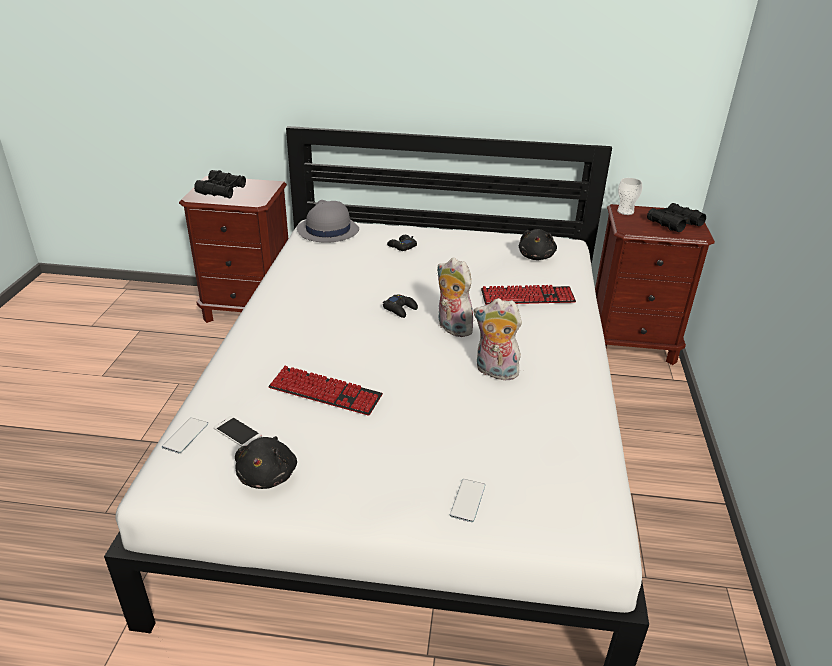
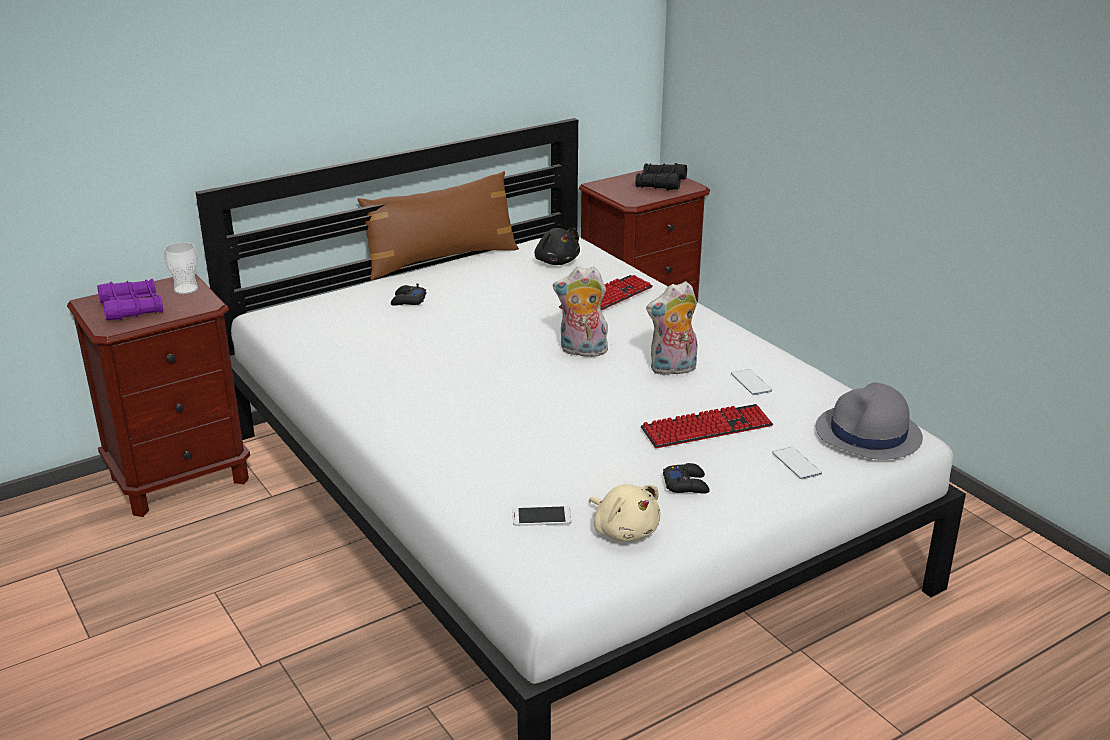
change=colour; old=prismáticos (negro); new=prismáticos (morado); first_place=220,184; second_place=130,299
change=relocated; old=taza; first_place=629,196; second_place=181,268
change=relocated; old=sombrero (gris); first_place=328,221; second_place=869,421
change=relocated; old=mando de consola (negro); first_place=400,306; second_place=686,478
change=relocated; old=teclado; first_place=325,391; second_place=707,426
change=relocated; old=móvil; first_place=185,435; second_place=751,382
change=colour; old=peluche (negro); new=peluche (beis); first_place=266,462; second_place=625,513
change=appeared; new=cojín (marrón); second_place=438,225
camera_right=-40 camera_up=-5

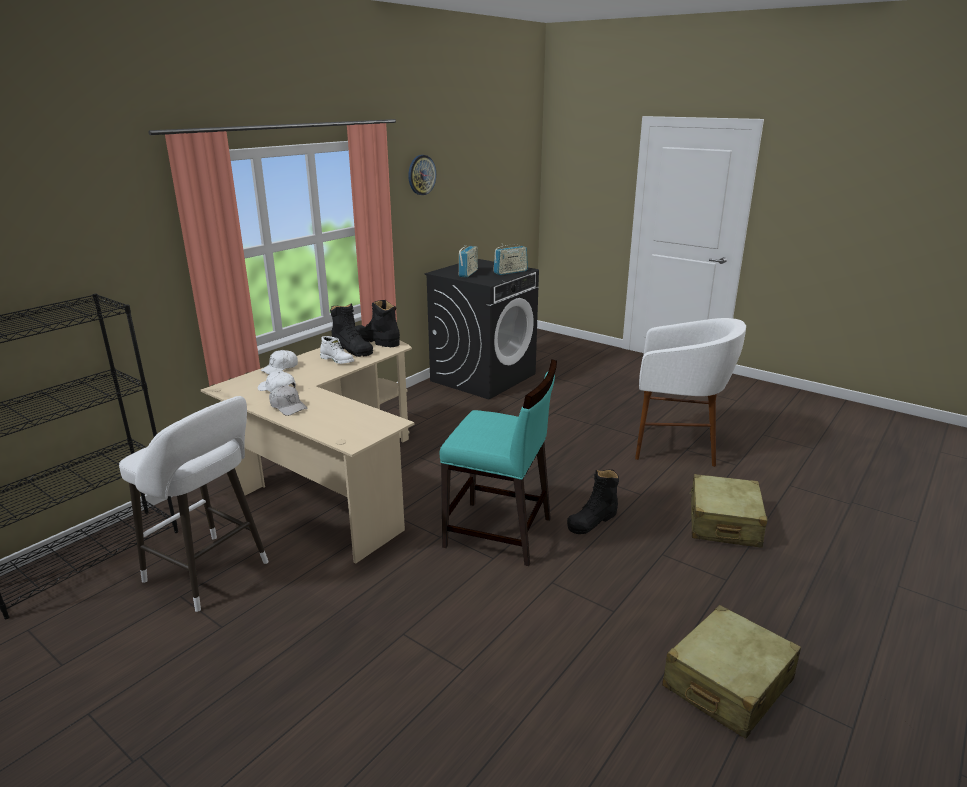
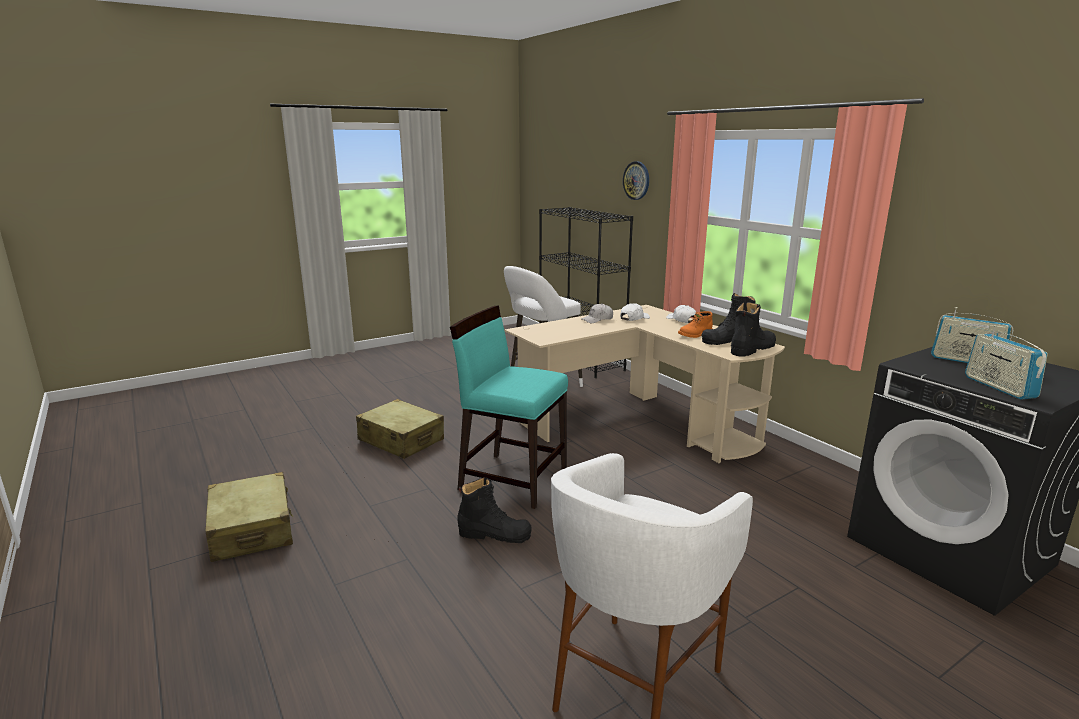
change=relocated; old=reloj de pared; first_place=422,175; second_place=636,180
change=colour; old=bota (blanco); new=bota (naranja); first_place=337,350; second_place=695,324
change=spun; old=silla (turquesa); first_place=498,462; second_place=509,407; degrees=75
change=spun; old=bota (negro); first_place=593,501; second_place=494,510; degrees=120
change=relocated; old=maleta (beis); first_place=728,511; second_place=400,429
camera_right=110 camera_up=-5

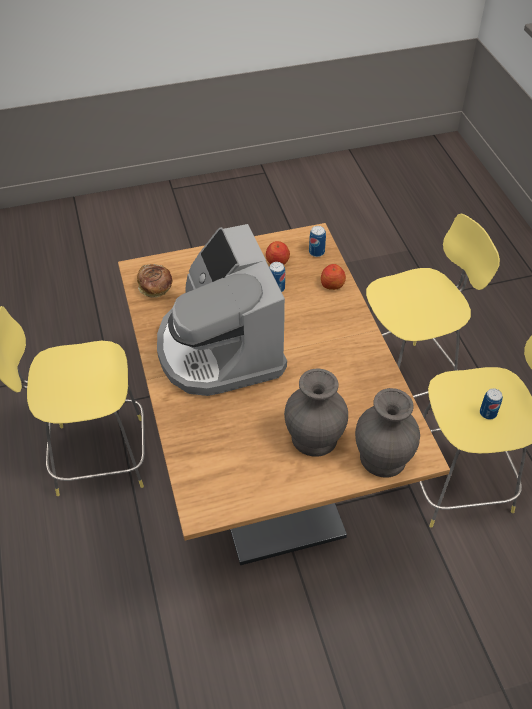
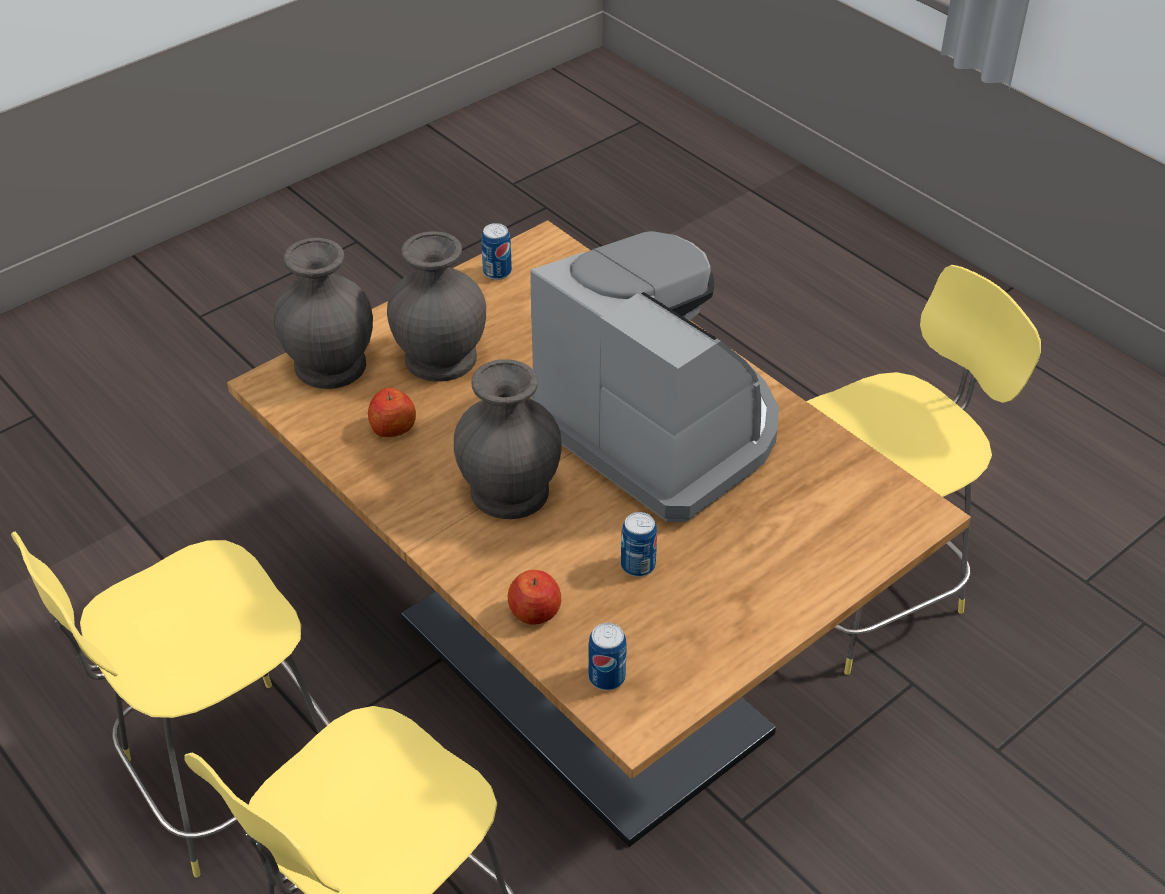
change=relocated; old=manzana; first_place=278,253; second_place=392,412
change=missing; old=pan; first_place=155,280
change=relocated; old=lata; first_place=491,404; second_place=496,251
change=appeared; new=florero (gris); second_place=508,439
camera_right=155 camera_up=-5

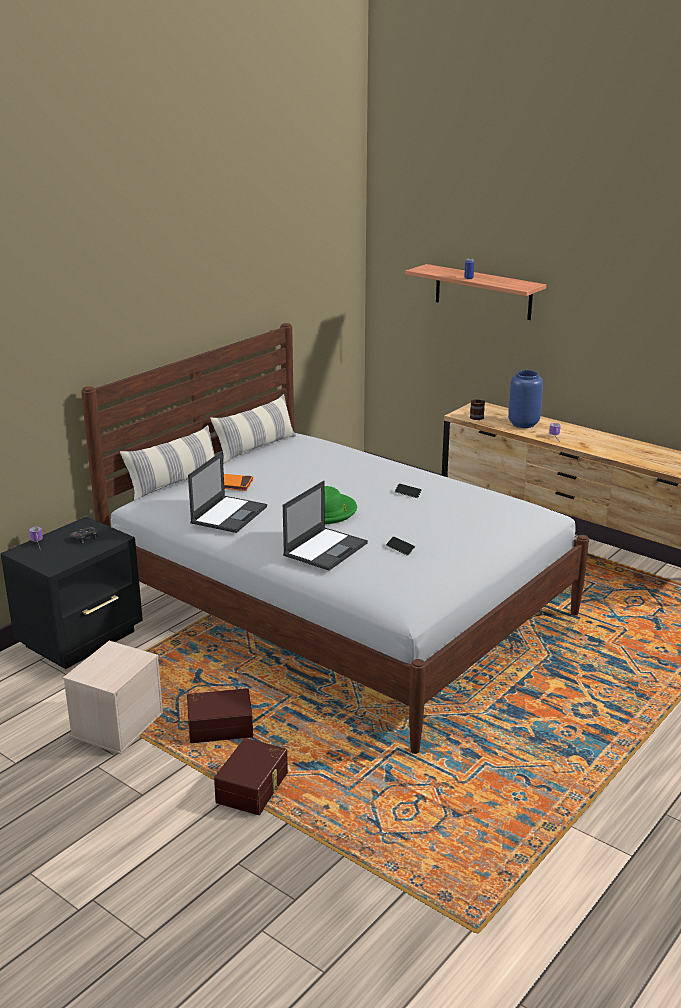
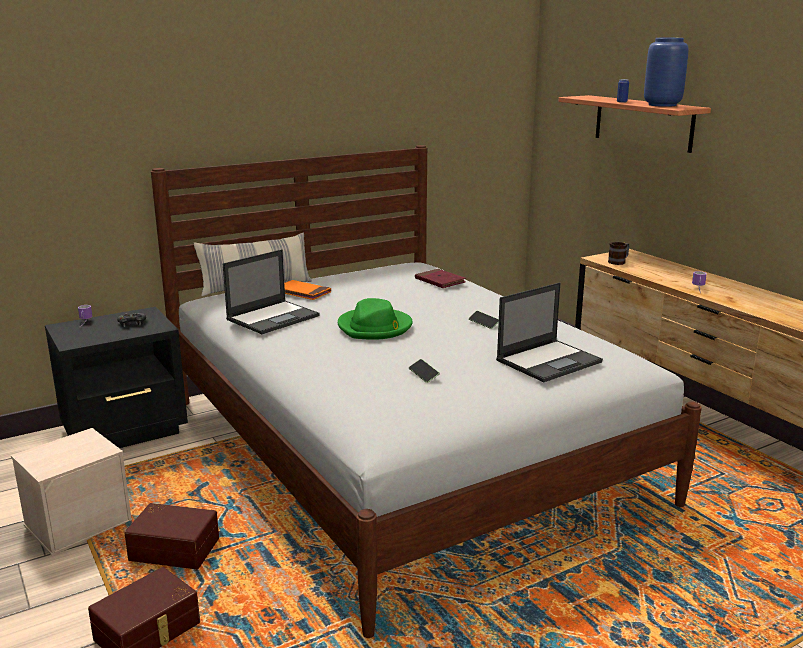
change=relocated; old=florero (azul); first_place=525,399; second_place=666,72
change=missing; old=cojín; first_place=253,429
change=relocated; old=portátil; first_place=325,526; second_place=549,332
change=appeared; new=libro (rojo); second_place=440,278
camera_right=20 camera_up=-5

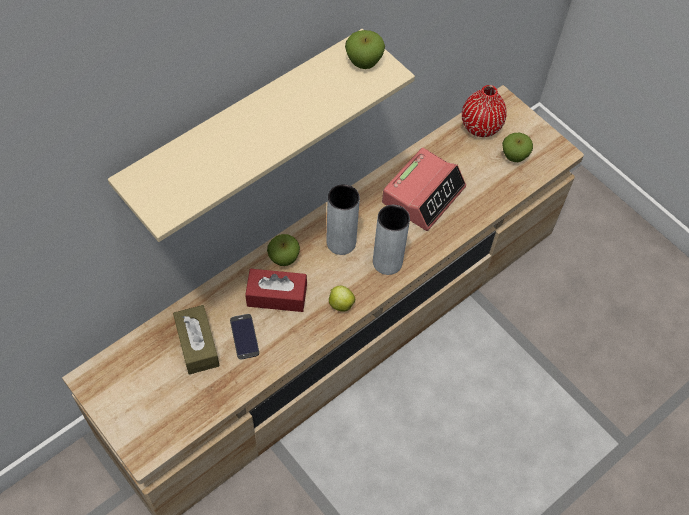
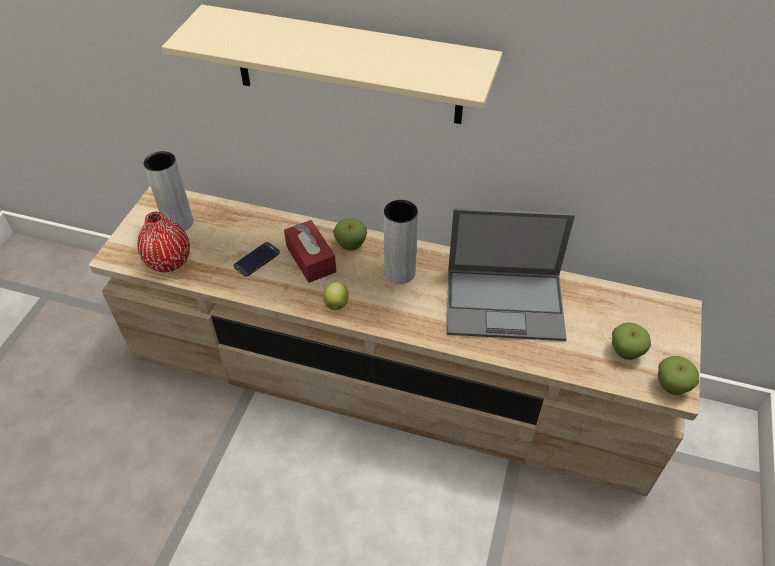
change=relocated; old=manzana; first_place=365,49; second_place=678,375
change=relocated; old=florero (rojo); first_place=484,111; second_place=163,242
change=exchanged; old=despertador; new=portátil; first_place=424,189; second_place=511,274
change=relocated; old=florero (gris); first_place=391,240; second_place=168,191
change=missing; old=caja de pañuelos (marrón); first_place=196,340
camera_right=60 camera_up=-10

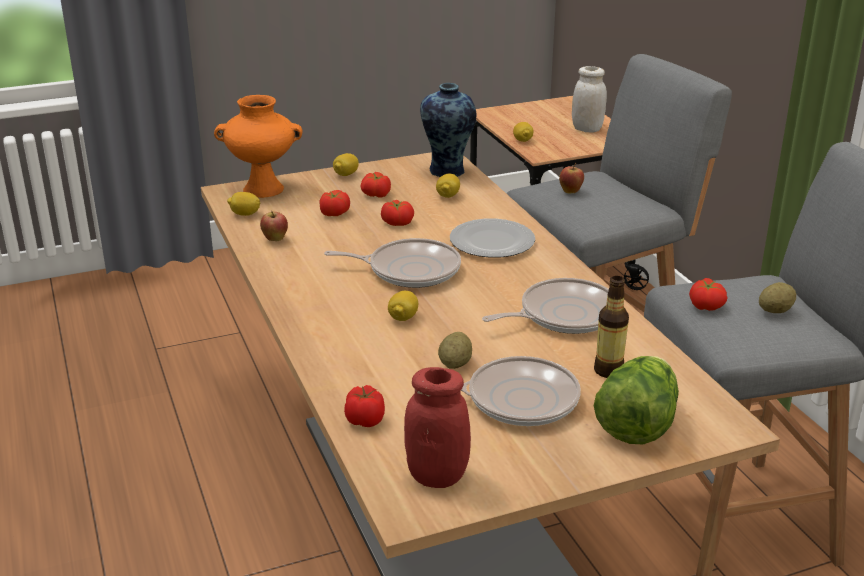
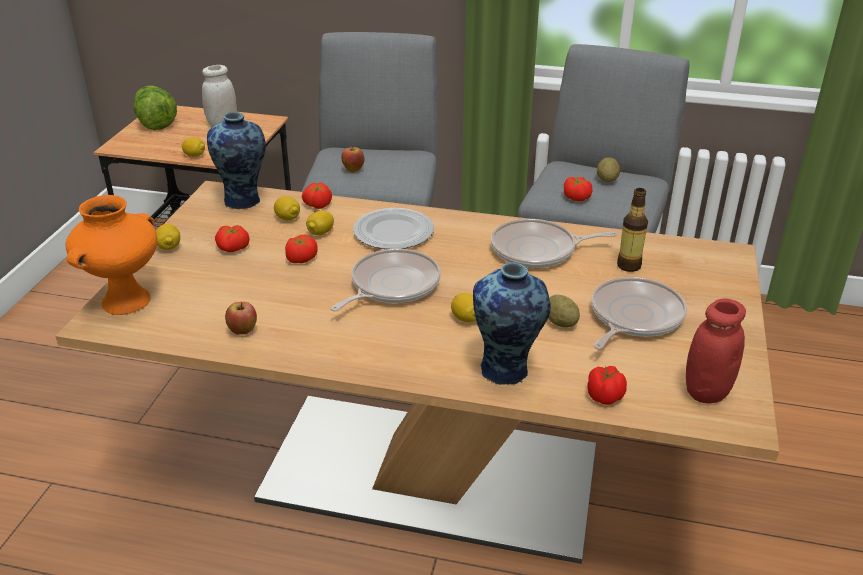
change=relocated; old=tomate; first_place=334,203; second_place=317,195
change=relocated; old=limón; first_place=244,204; second_place=320,223
change=spun; old=sartén; first_place=545,306; second_place=554,243; degrees=-105
change=relocated; old=lechuga; first_place=636,400; second_place=155,108
change=appeared; new=florero; second_place=512,324
camera_right=-55 camera_up=5

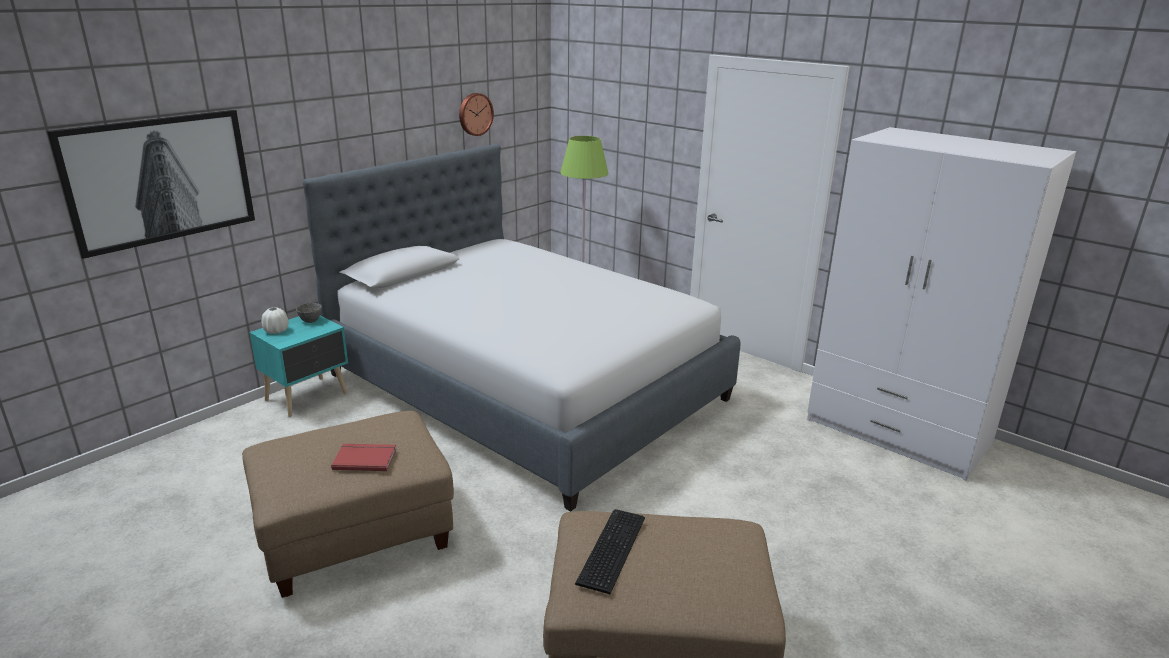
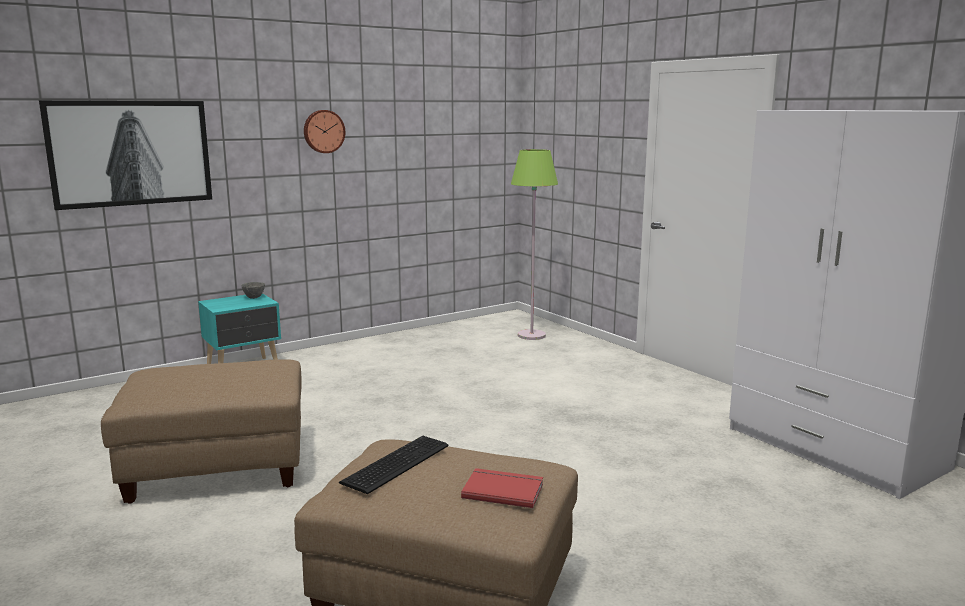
change=relocated; old=reloj de pared; first_place=476,114; second_place=324,131
change=missing; old=cama; first_place=522,328
change=missing; old=florero (blanco); first_place=275,320
change=relocated; old=libro (rojo); first_place=363,457; second_place=502,488
camera_right=15 camera_up=-10

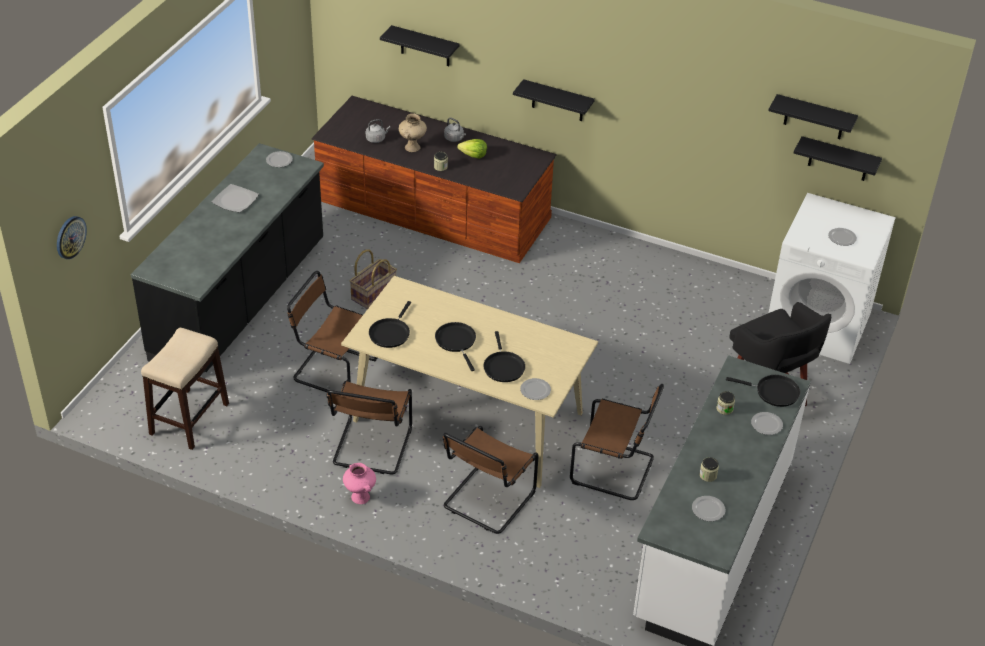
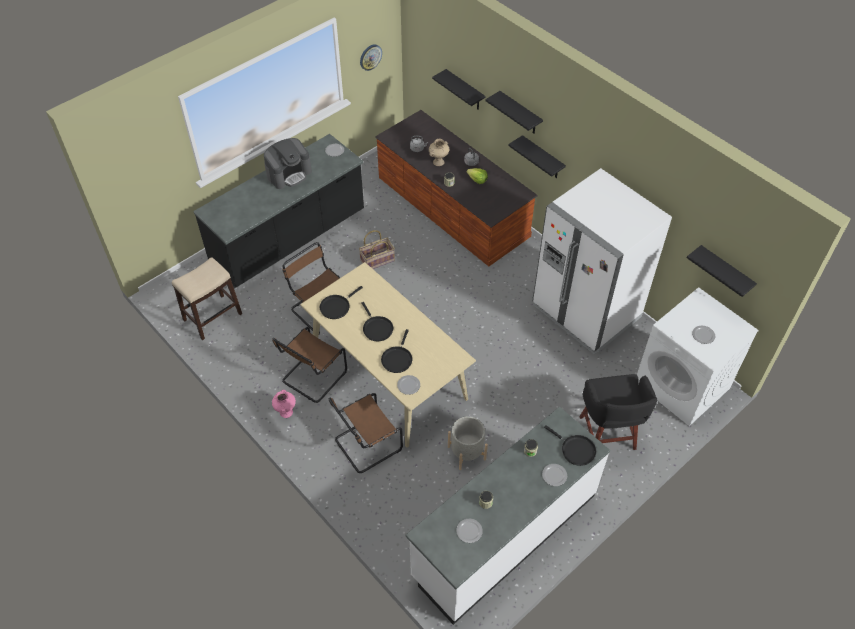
change=relocated; old=estante (negro); first_place=813,116; second_place=514,112
change=exchanged; old=plato; new=cafetera; first_place=235,198; second_place=288,163
change=relocated; old=reloj de pared; first_place=72,237; second_place=371,58
change=spun; old=sartén (negro); first_place=455,346; second_place=377,321; degrees=150
change=exchanged; old=silla (marrón); new=maceta (gris); first_place=617,442; second_place=468,443
change=appeared; new=nevera (blanco); second_place=602,261
camera_right=25 camera_up=10

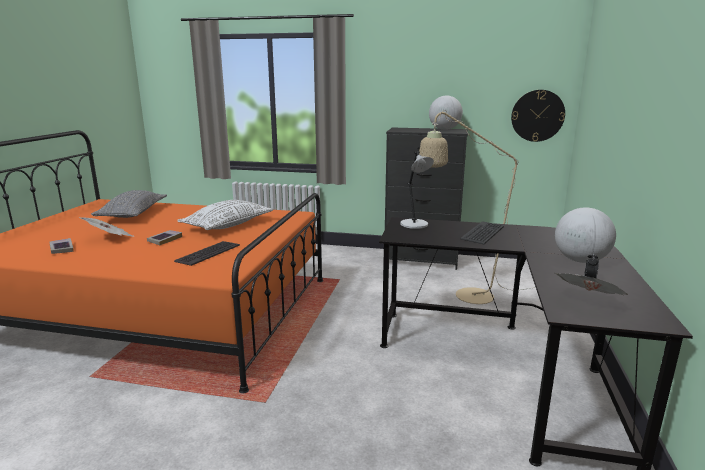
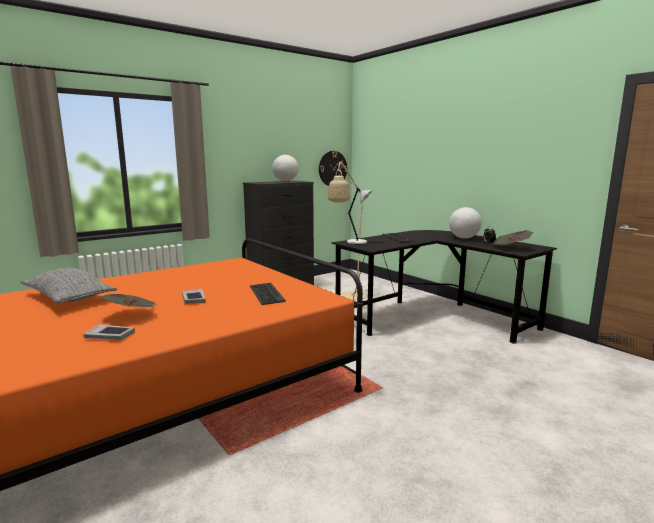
change=missing; old=cojín (blanco); first_place=225,215
camera_right=-50 camera_up=-5

